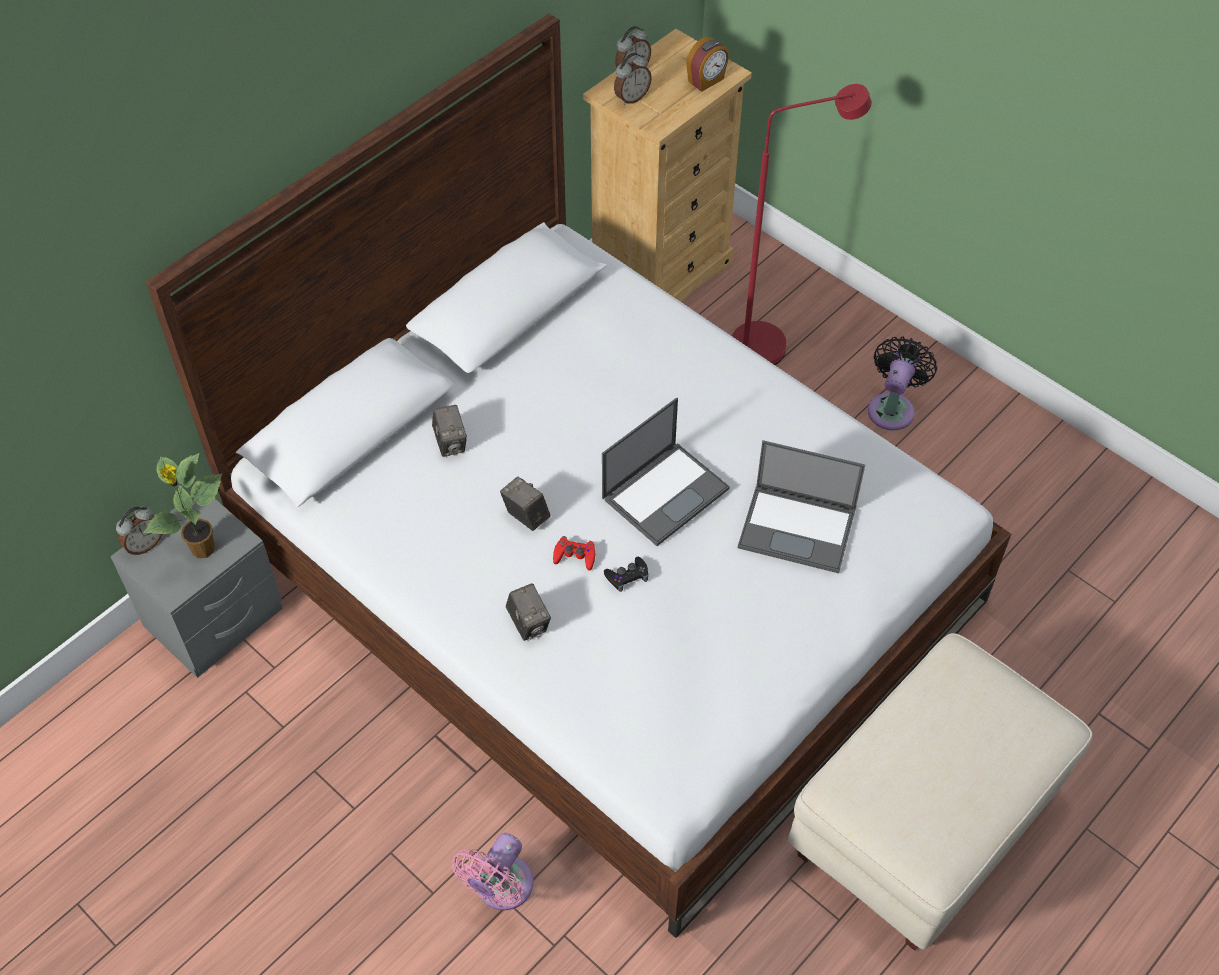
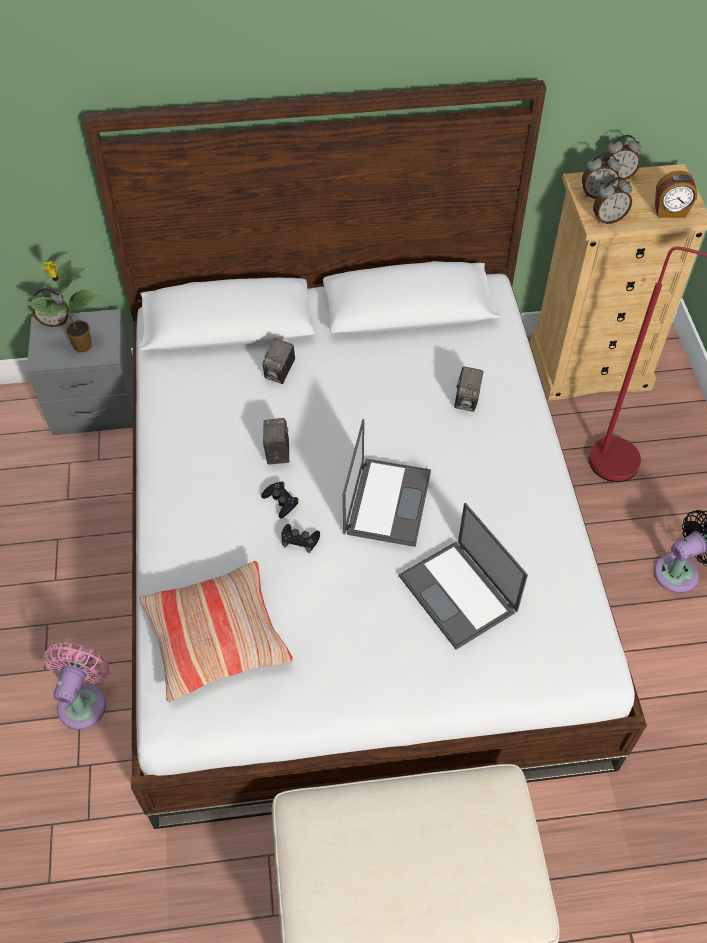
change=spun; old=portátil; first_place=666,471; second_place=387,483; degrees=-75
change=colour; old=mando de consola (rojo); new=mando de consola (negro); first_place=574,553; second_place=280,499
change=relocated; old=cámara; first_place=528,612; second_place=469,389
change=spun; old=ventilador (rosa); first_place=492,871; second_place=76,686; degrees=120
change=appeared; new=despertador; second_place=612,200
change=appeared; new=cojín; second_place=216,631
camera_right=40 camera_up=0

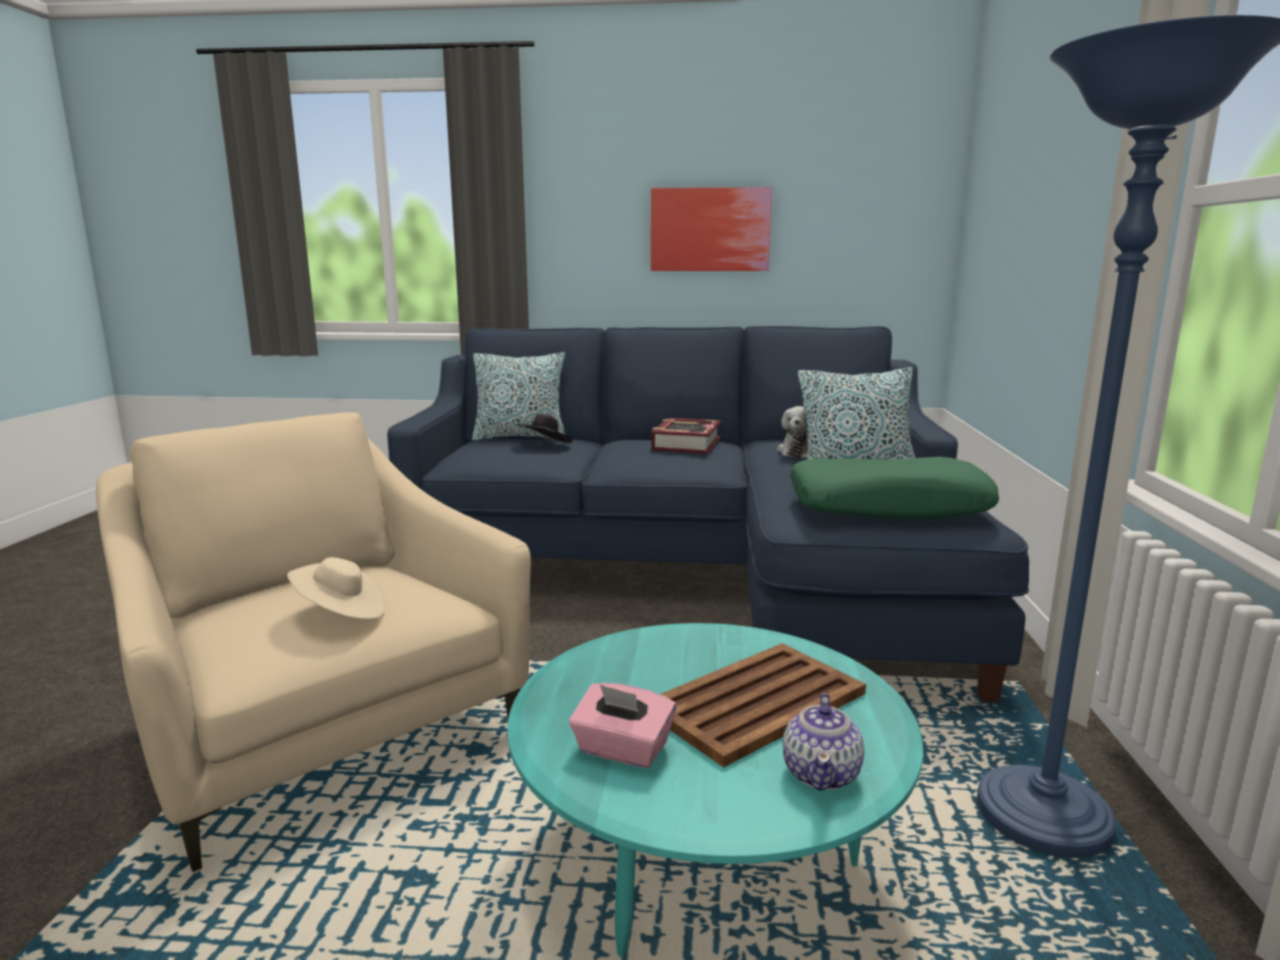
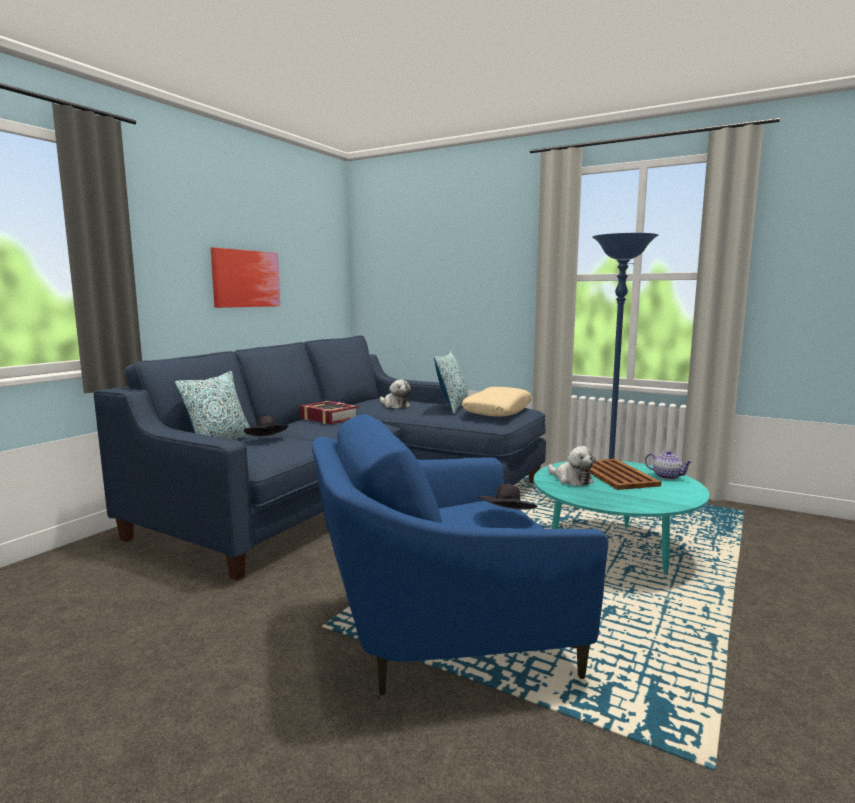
change=colour; old=sillón (beis); new=sillón (azul); first_place=313,642; second_place=460,555
change=colour; old=cojín (verde); new=cojín (beis); first_place=894,488; second_place=497,402
change=colour; old=sombrero (beis); new=sombrero (negro); first_place=336,588; second_place=507,497
change=missing; old=caja de pañuelos (rosa); first_place=622,725
change=appeared; new=peluche; second_place=572,466
camera_right=-65 camera_up=-5

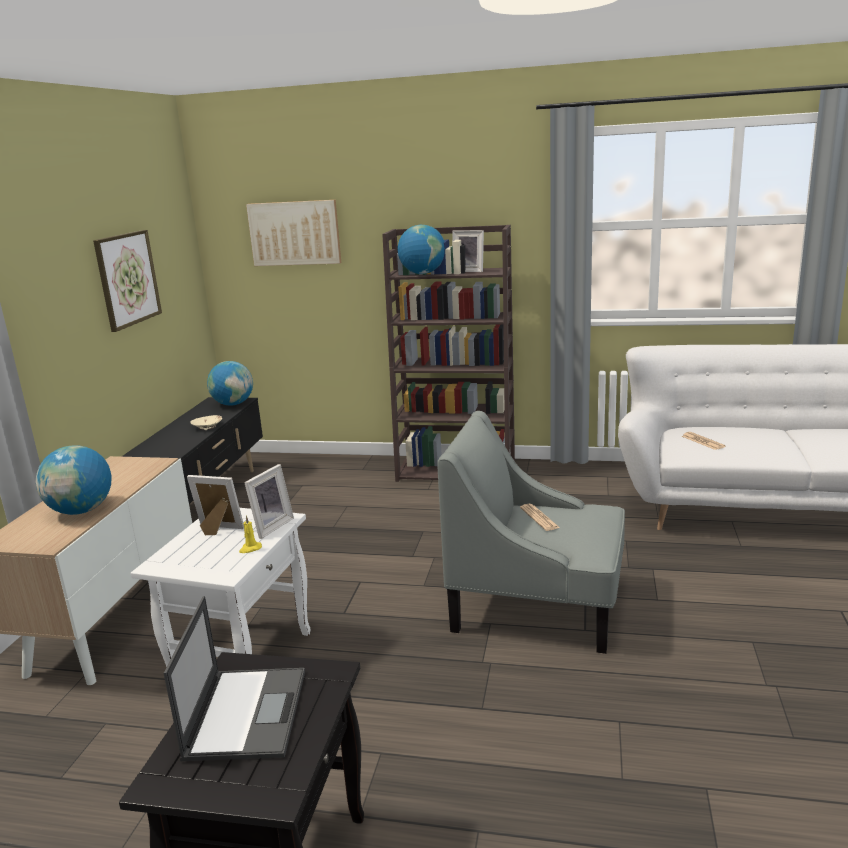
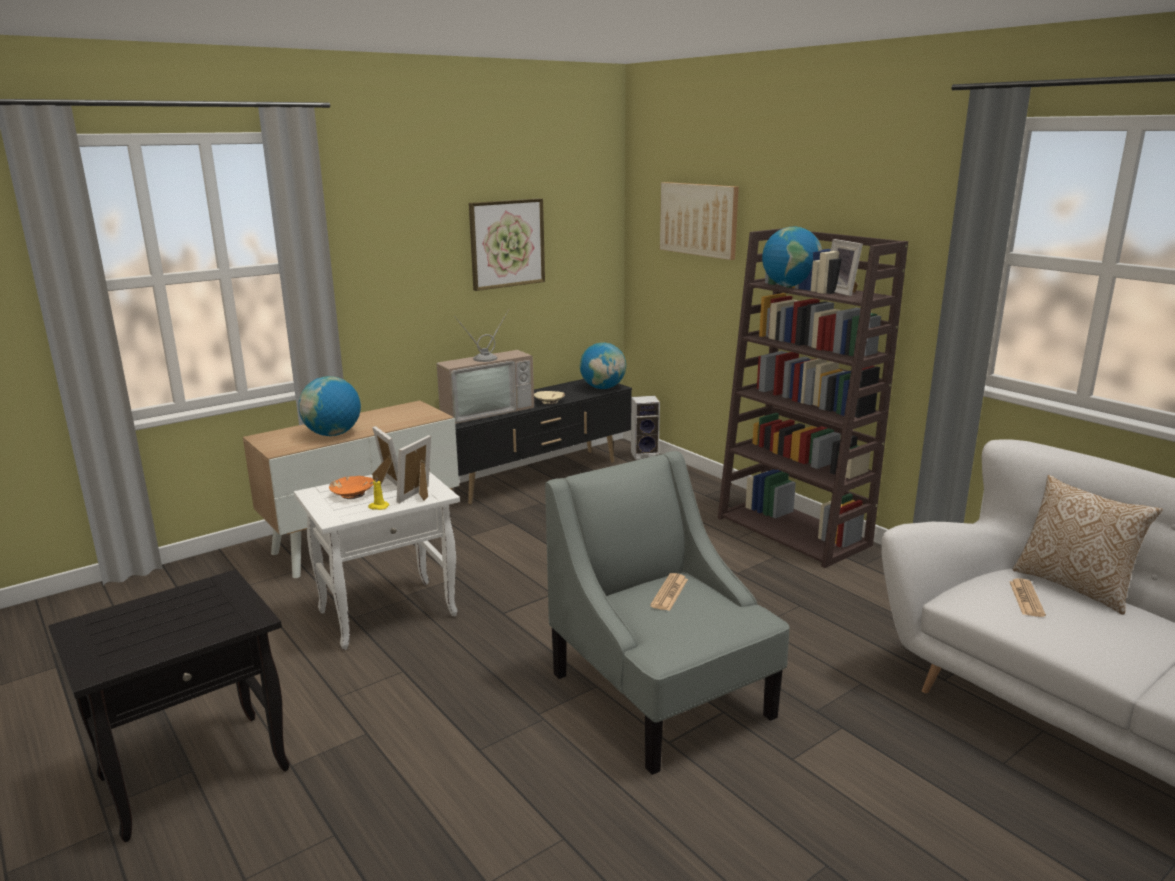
change=spun; old=portarretratos; first_place=269,501; second_place=413,469; degrees=135
change=missing; old=portátil; first_place=234,678
change=appeared; new=televisor; second_place=485,366
change=appeared; new=altavoz; second_place=645,428
change=appeared; new=cojín; second_place=1088,545
change=appeared; new=cuenco (naranja); second_place=351,487
camera_right=40 camera_up=0

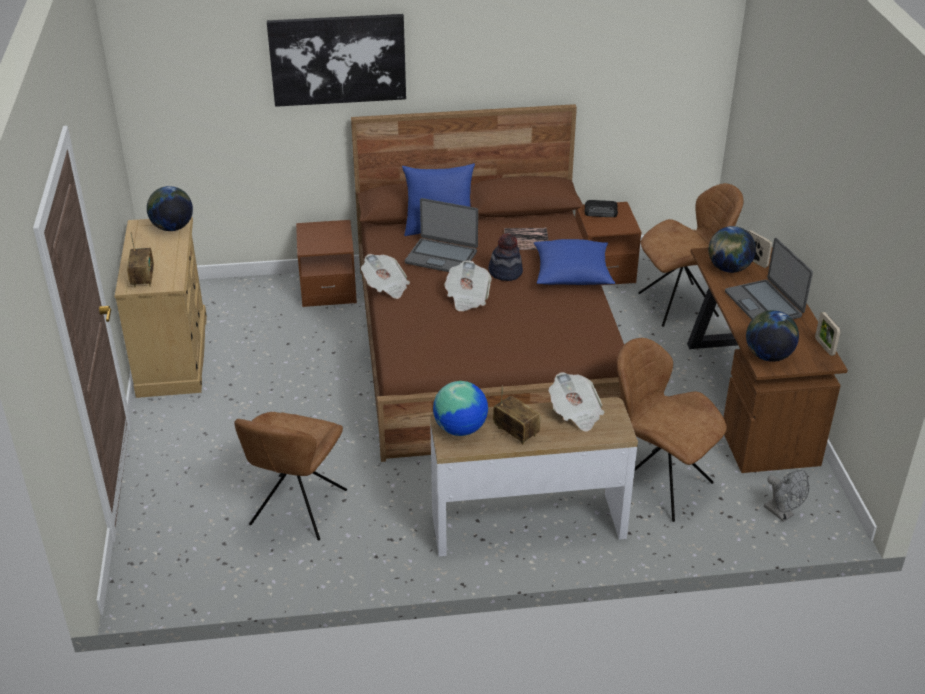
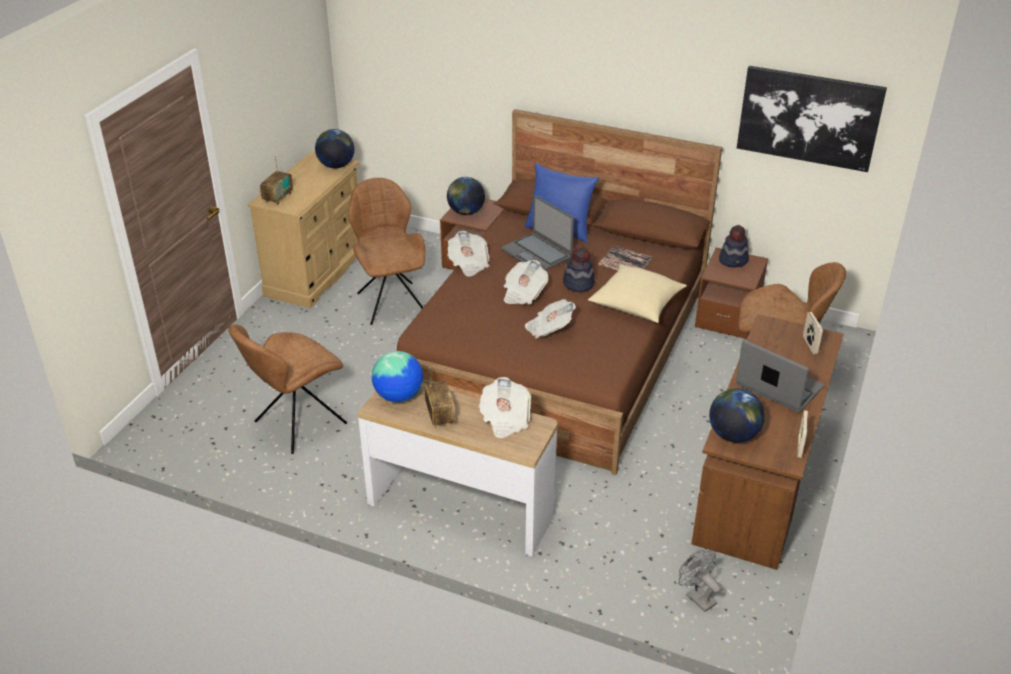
change=relocated; old=cuadro; first_place=336,60; second_place=812,119
change=exchanged; old=radio; new=sombrero; first_place=601,208; second_place=734,246
change=relocated; old=globo terráqueo; first_place=732,249; second_place=466,196
change=spun; old=portátil; first_place=769,279; second_place=780,376; degrees=120
change=colour; old=cojín (azul); new=cojín (beis); first_place=574,262; second_place=637,293
change=relocated; old=silla (marrón); first_place=672,430; second_place=386,251
change=spun; old=ventilador (gris); first_place=786,496; second_place=699,581; degrees=150
change=appeared; new=periódico; second_place=550,319
camera_right=30 camera_up=0

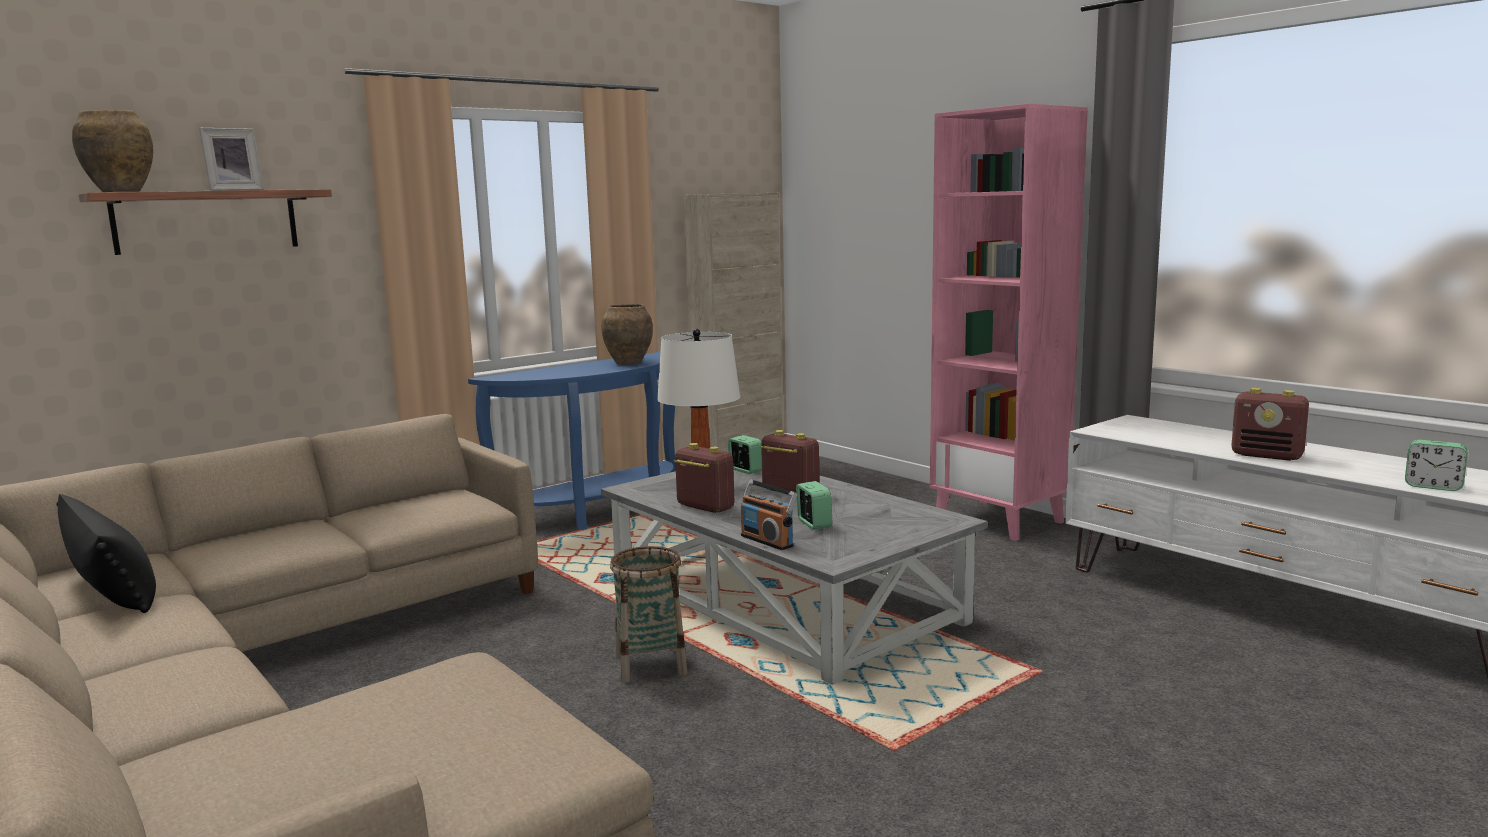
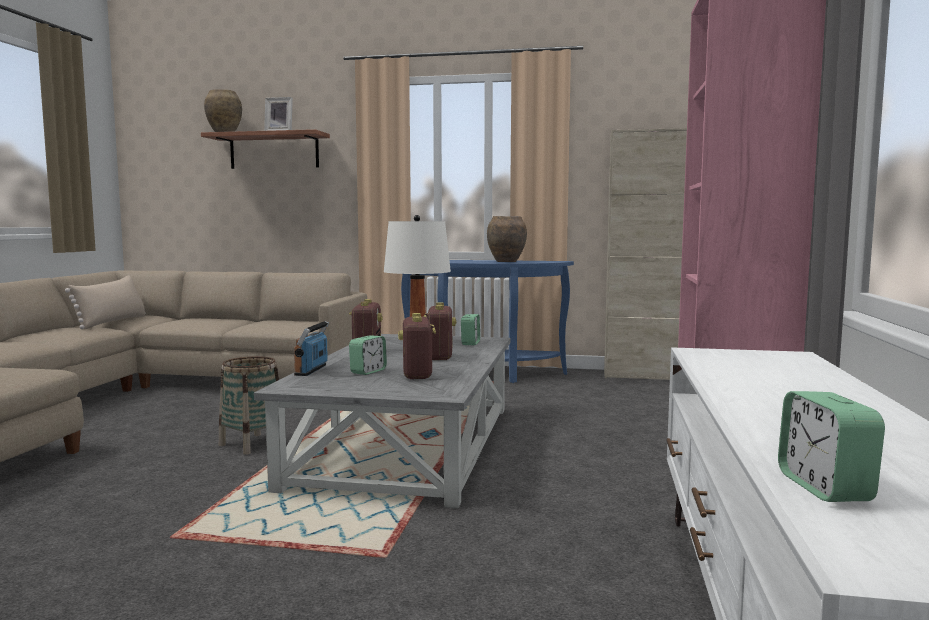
change=relocated; old=radio; first_place=1270,424; second_place=417,346
change=colour; old=cojín (negro); new=cojín (beis); first_place=106,553; second_place=105,302
camera_right=50 camera_up=-5

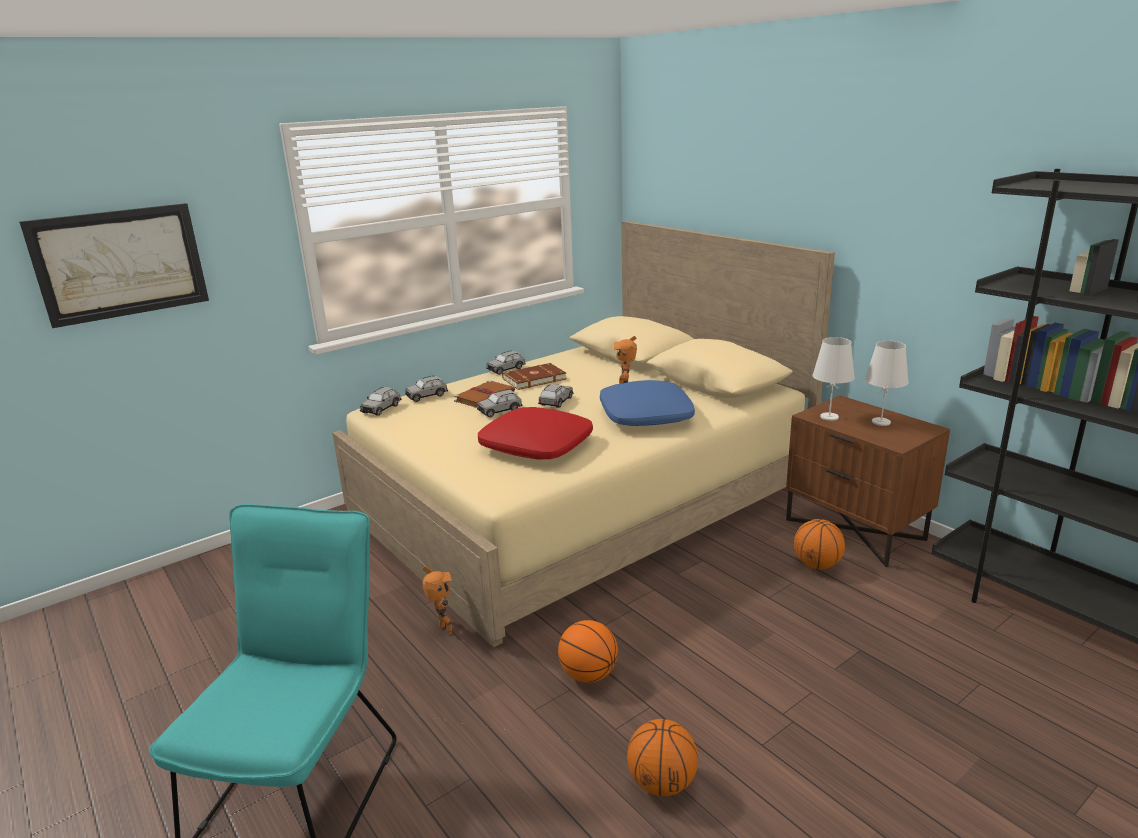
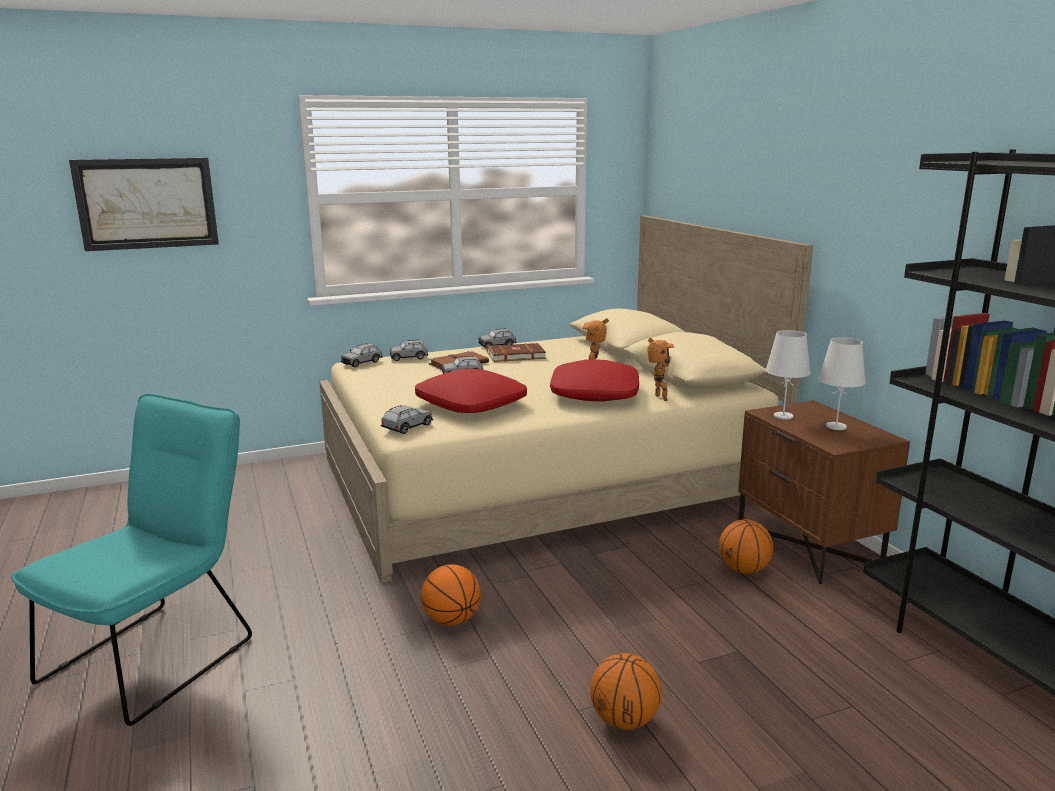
change=colour; old=cojín (azul); new=cojín (rojo); first_place=647,403; second_place=594,380
change=relocated; old=coche de juguete (gris); first_place=556,396; second_place=407,419
change=relocated; old=robot de juguete; first_place=437,601; second_place=660,369
change=relocated; old=balón de baloncesto; first_place=662,757; second_place=626,691
camera_right=15 camera_up=-5

